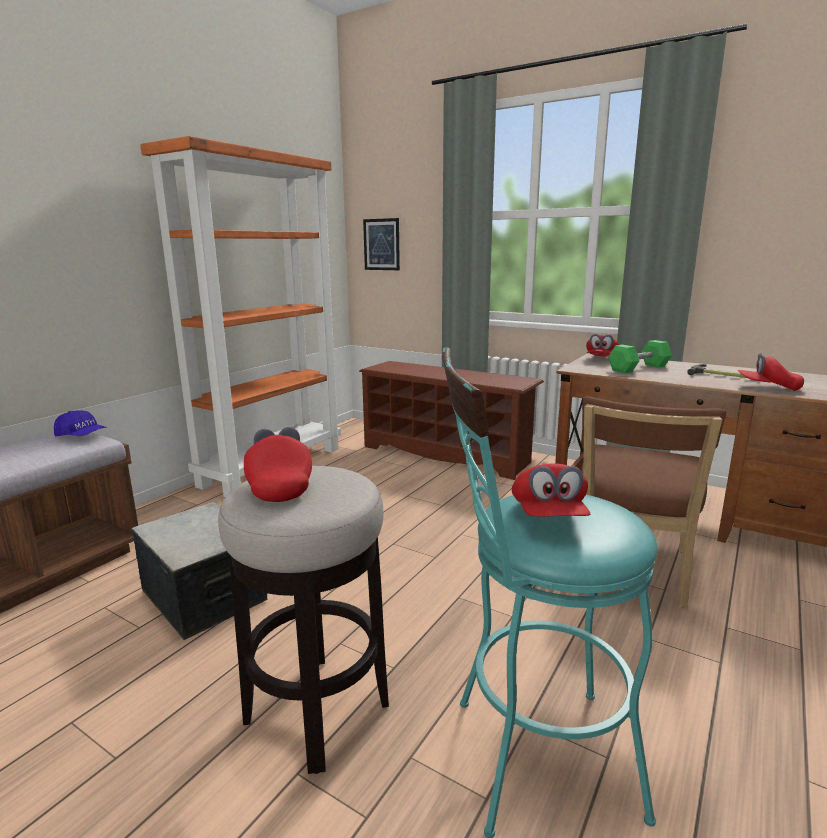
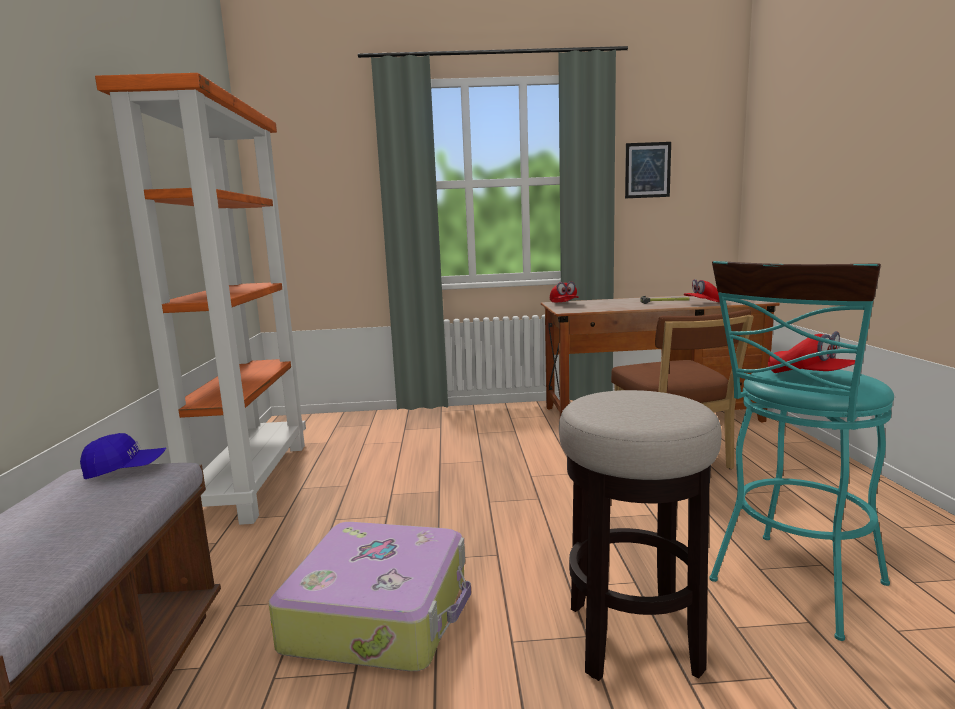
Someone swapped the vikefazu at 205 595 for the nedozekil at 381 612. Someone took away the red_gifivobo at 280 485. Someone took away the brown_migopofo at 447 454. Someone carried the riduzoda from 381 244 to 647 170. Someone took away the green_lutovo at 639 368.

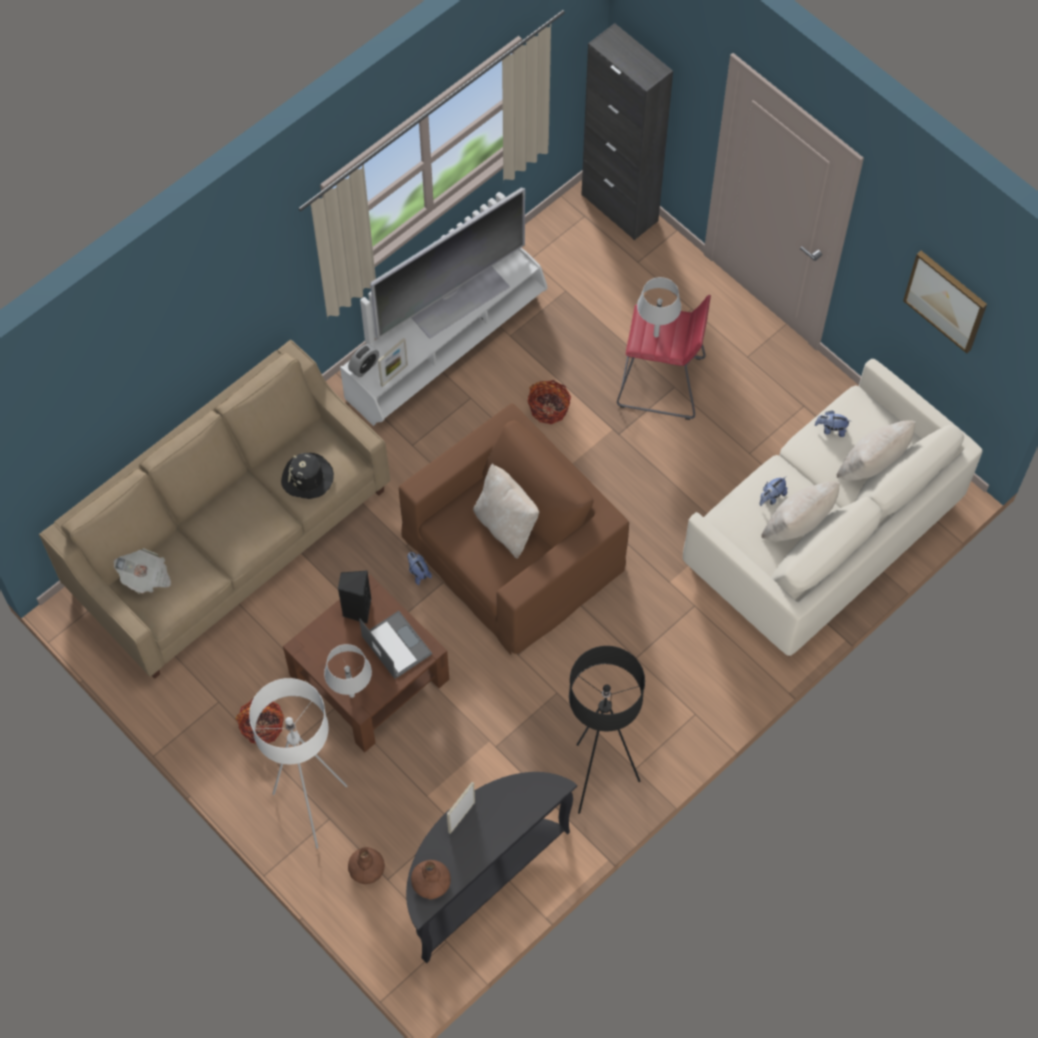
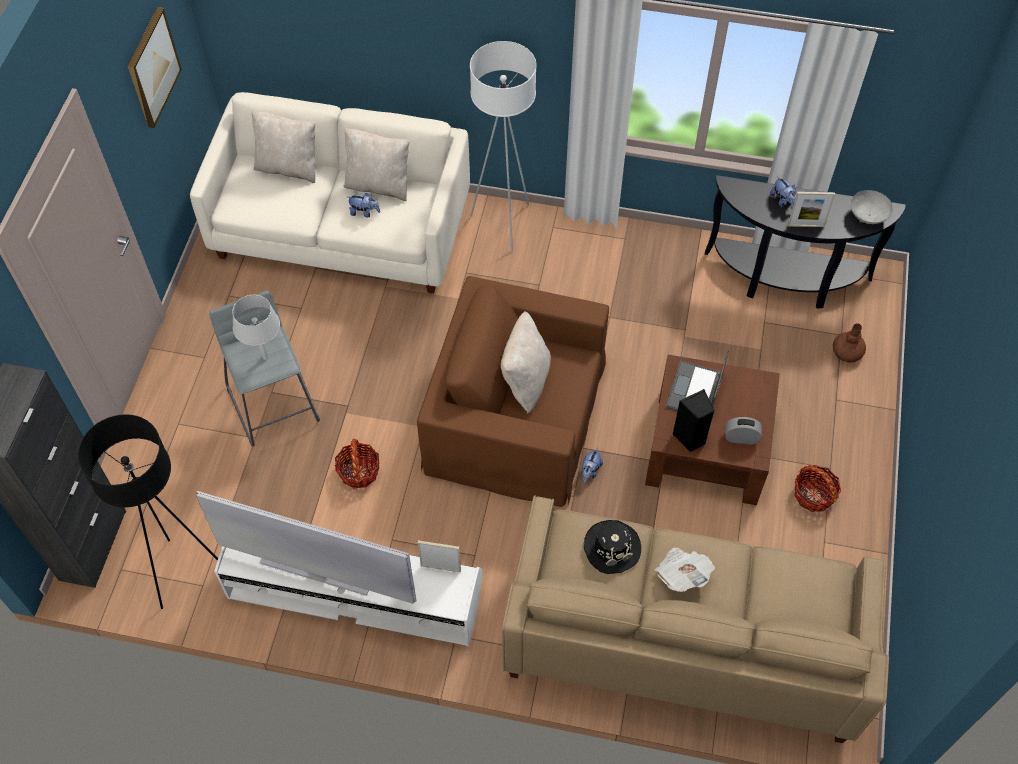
Someone carried the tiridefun from 145 576 to 682 574. Someone carried the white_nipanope from 311 808 to 504 224. Someone took away the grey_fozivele at 352 694. Someone carried the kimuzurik from 364 367 to 741 438. Someone swapped the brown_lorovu at 431 882 for the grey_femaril at 867 215. Someone carried the black_nipanope from 598 778 to 185 573. Someone repainted the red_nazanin at 661 383, which became the grey_nazanin at 274 403. Someone carried the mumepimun from 831 429 to 782 201.

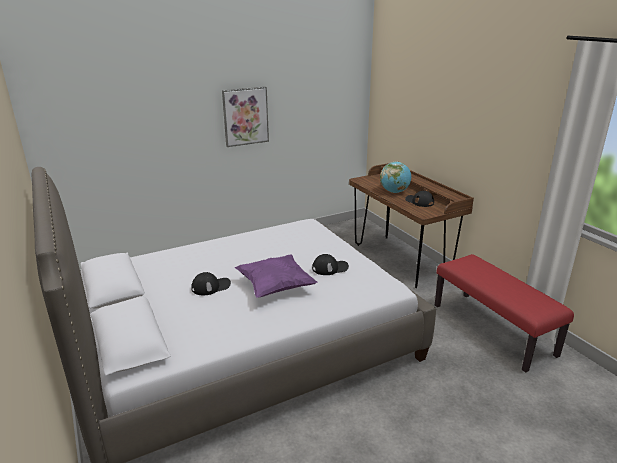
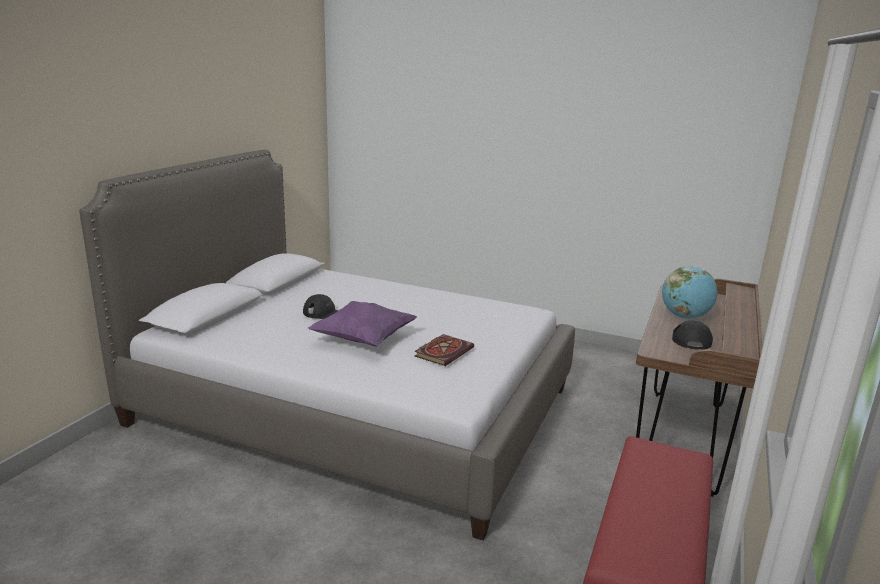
Someone took away the riduzoda at 245 116. Someone swapped the black_gifivobo at 330 268 for the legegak at 444 351.

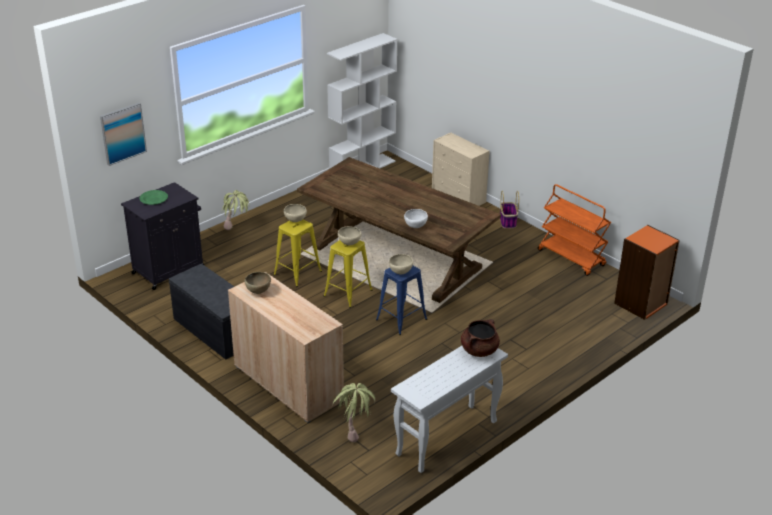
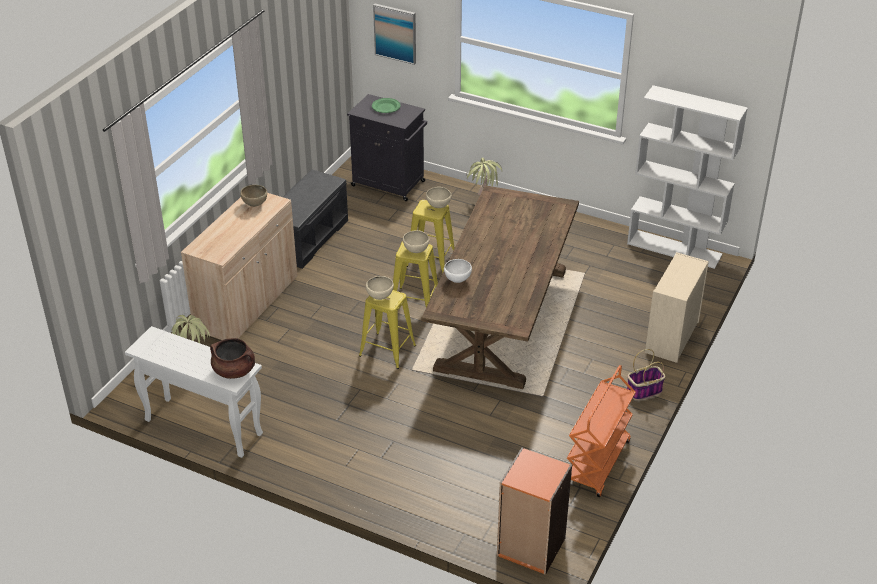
Someone repainted the blue_nazanin at 401 319, which became the yellow_nazanin at 387 350.

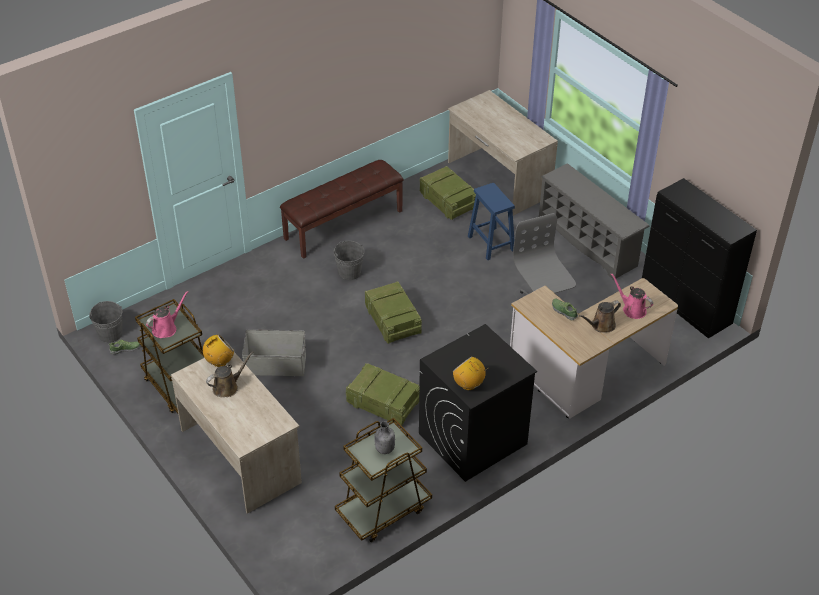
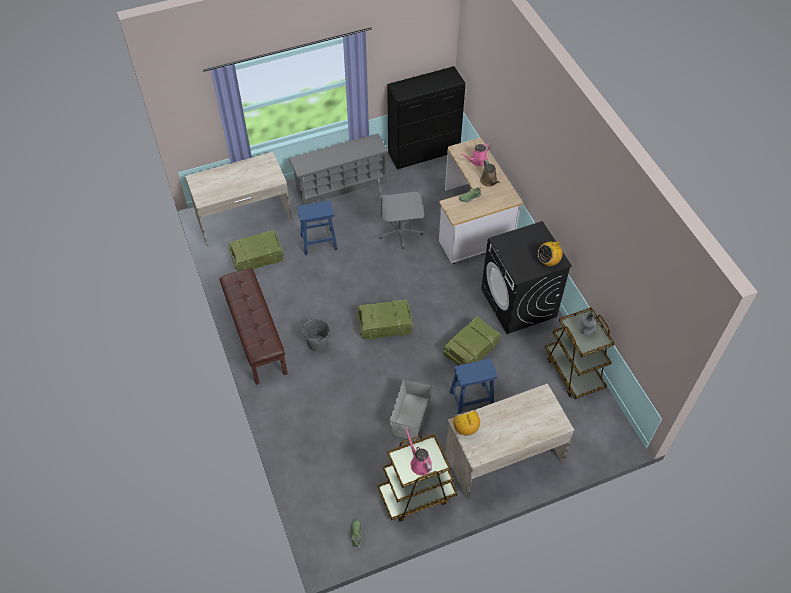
Someone took away the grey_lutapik at 110 334. Someone took away the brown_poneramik at 227 387. Someone put down the blue_nazanin at 472 399.

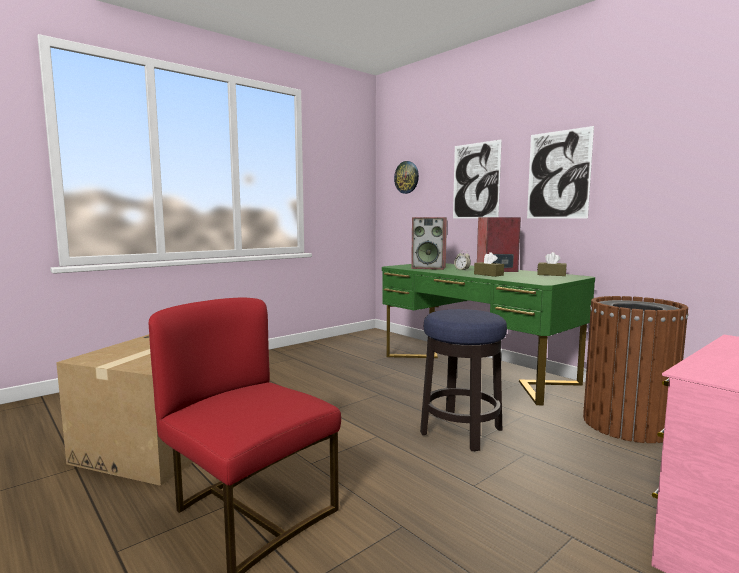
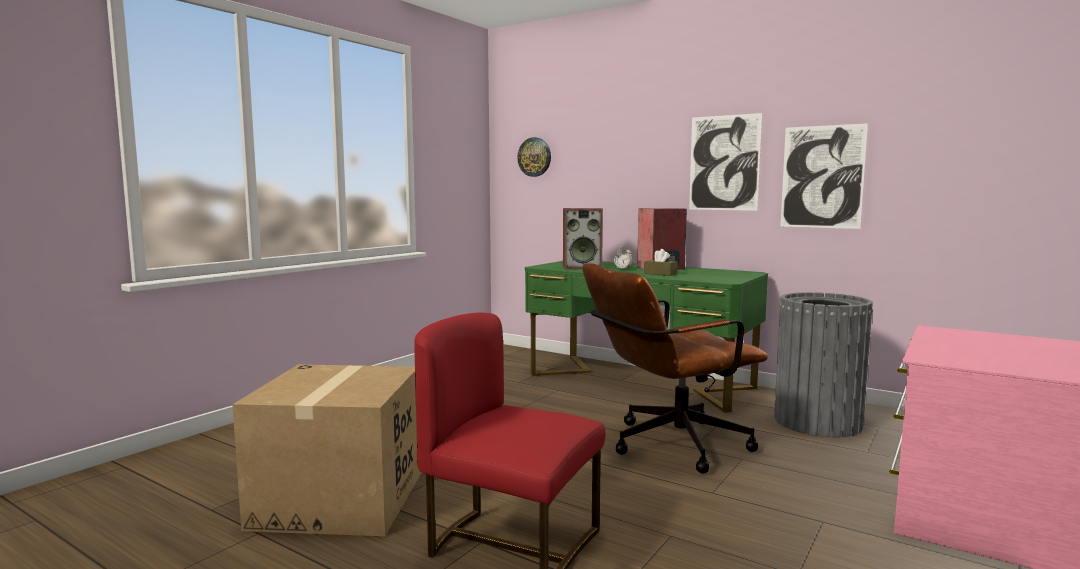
Someone swapped the nazanin at 461 431 for the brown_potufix at 667 445. Someone carried the riduzoda from 476 181 to 822 177. Someone took away the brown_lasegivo at 551 274. Someone repainted the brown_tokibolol at 627 424, which became the grey_tokibolol at 817 422.

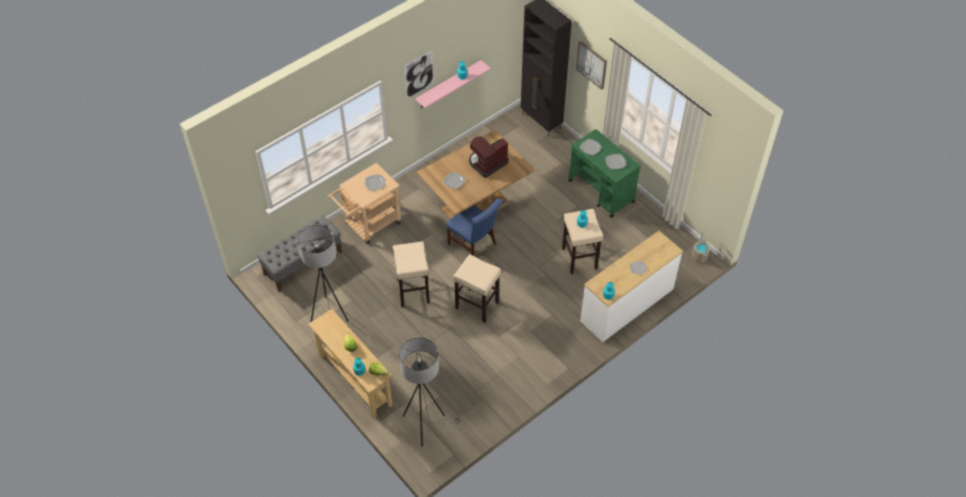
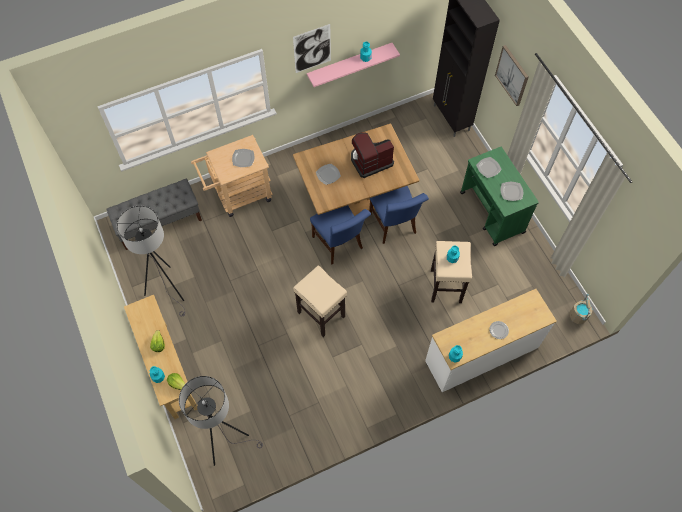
Someone took away the beige_nazanin at 413 290. Someone put down the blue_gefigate at 394 226.

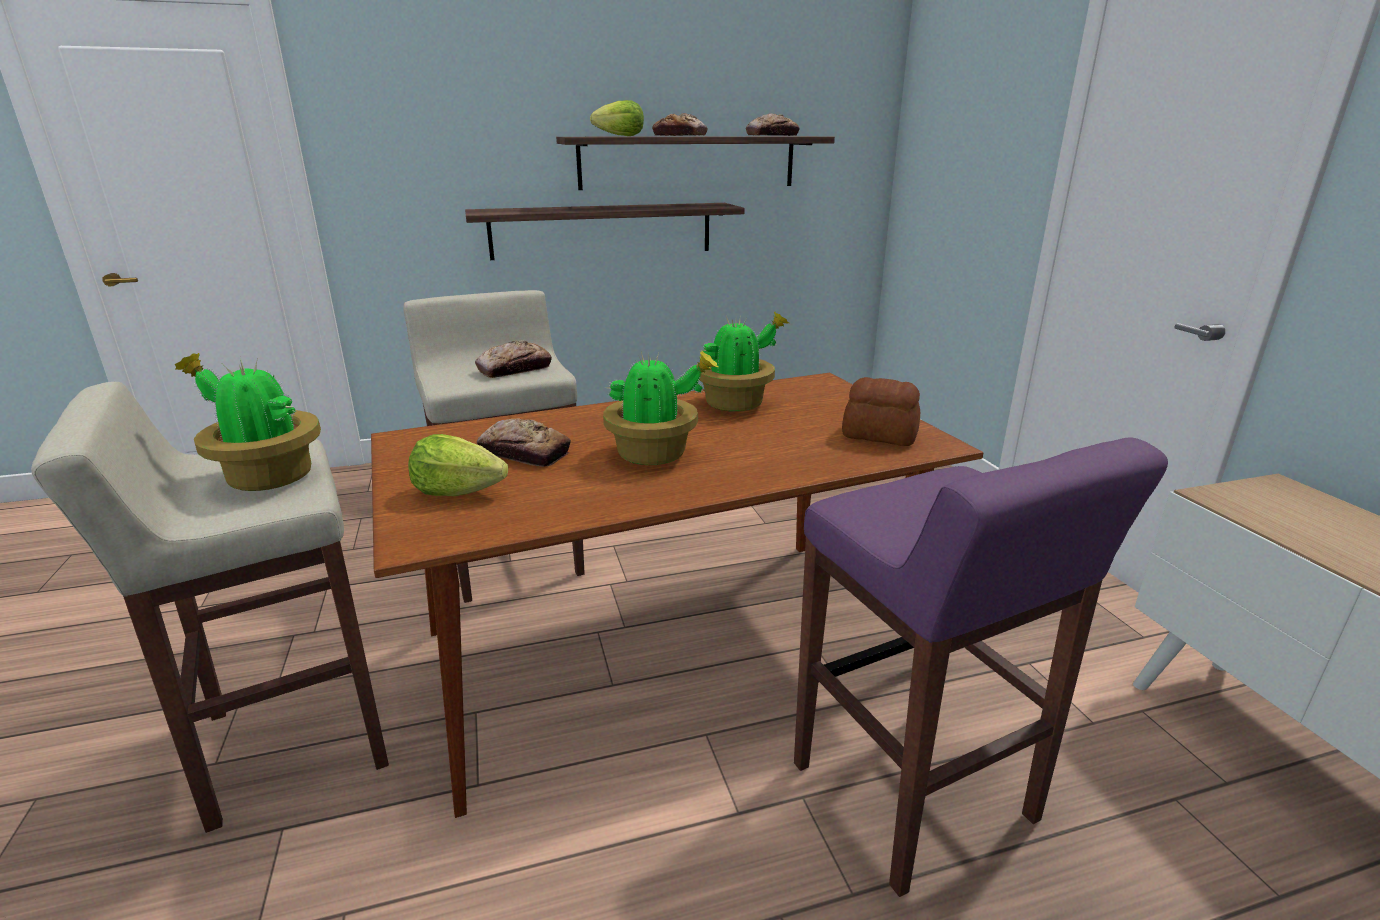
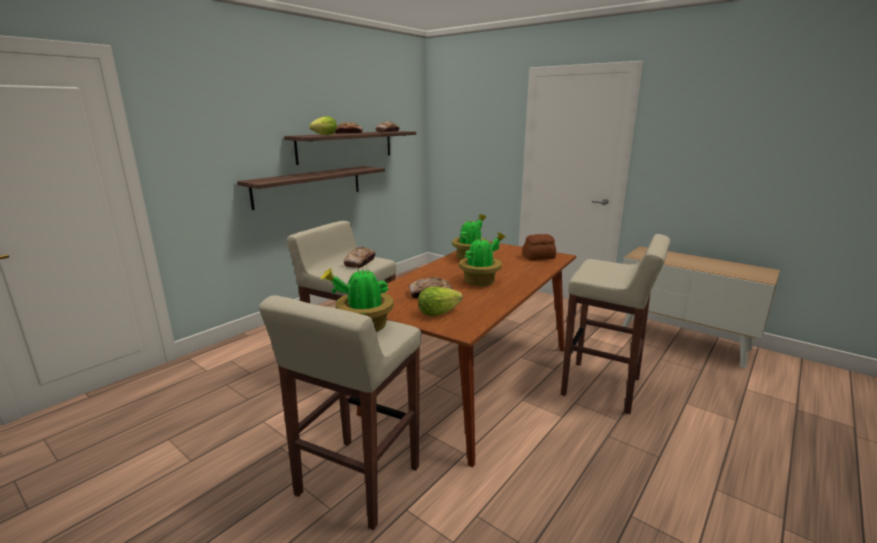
Someone repainted the purple_nazanin at 914 795, which became the beige_nazanin at 602 387.

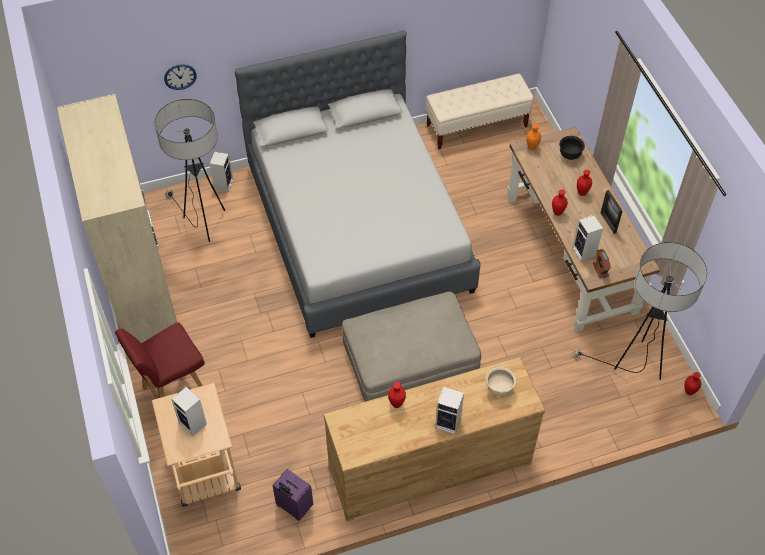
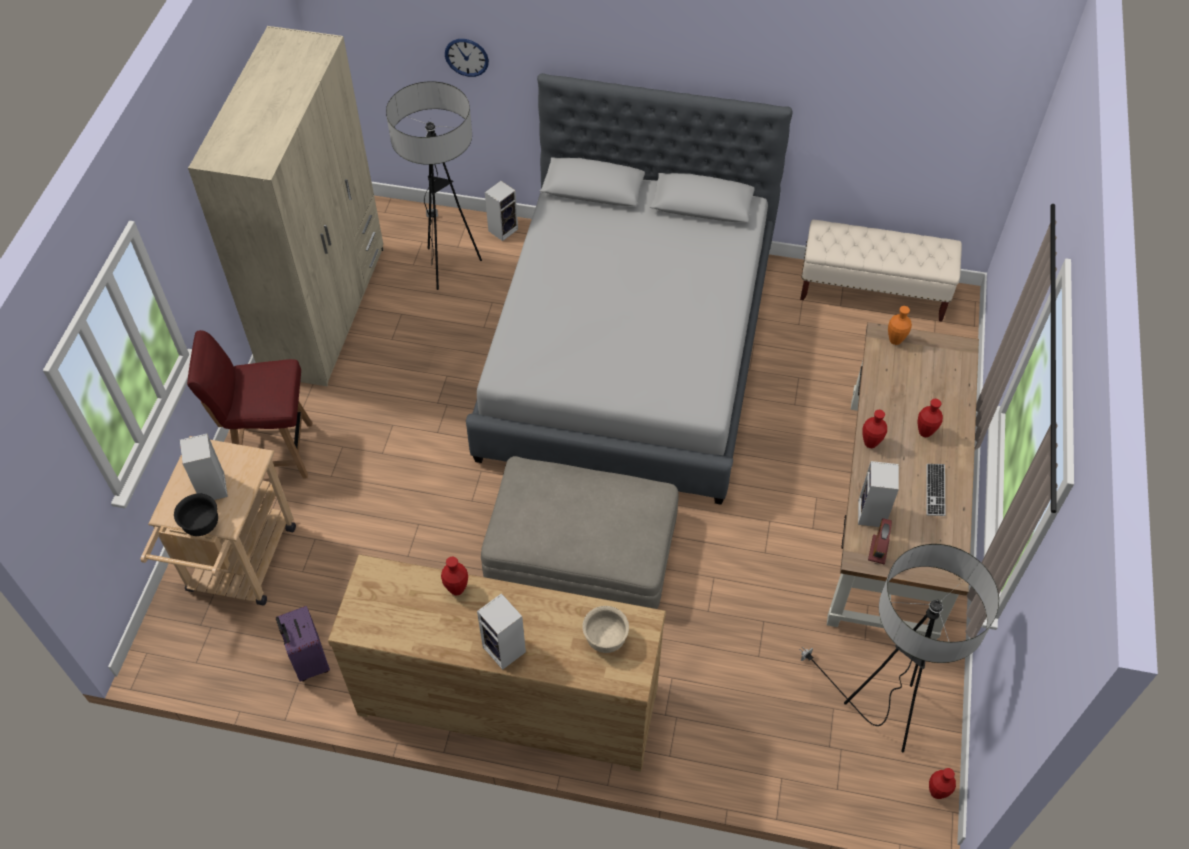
Someone carried the black_femaril from 569 155 to 202 525. Someone swapped the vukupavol at 608 223 for the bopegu at 935 490.

